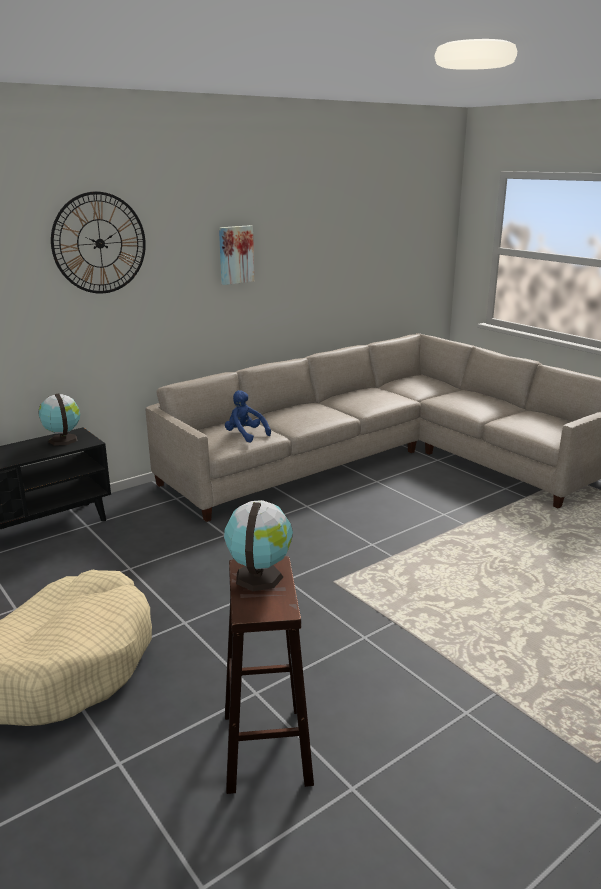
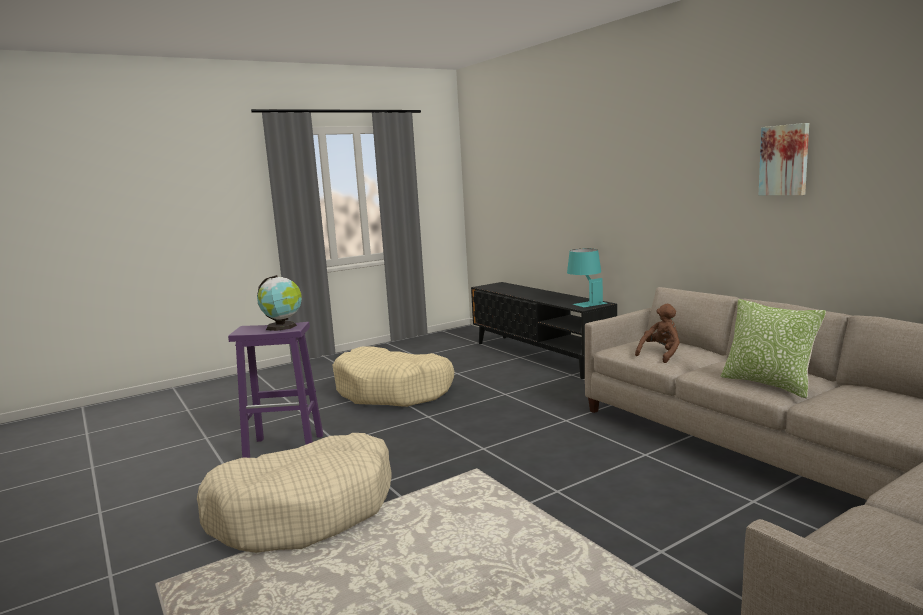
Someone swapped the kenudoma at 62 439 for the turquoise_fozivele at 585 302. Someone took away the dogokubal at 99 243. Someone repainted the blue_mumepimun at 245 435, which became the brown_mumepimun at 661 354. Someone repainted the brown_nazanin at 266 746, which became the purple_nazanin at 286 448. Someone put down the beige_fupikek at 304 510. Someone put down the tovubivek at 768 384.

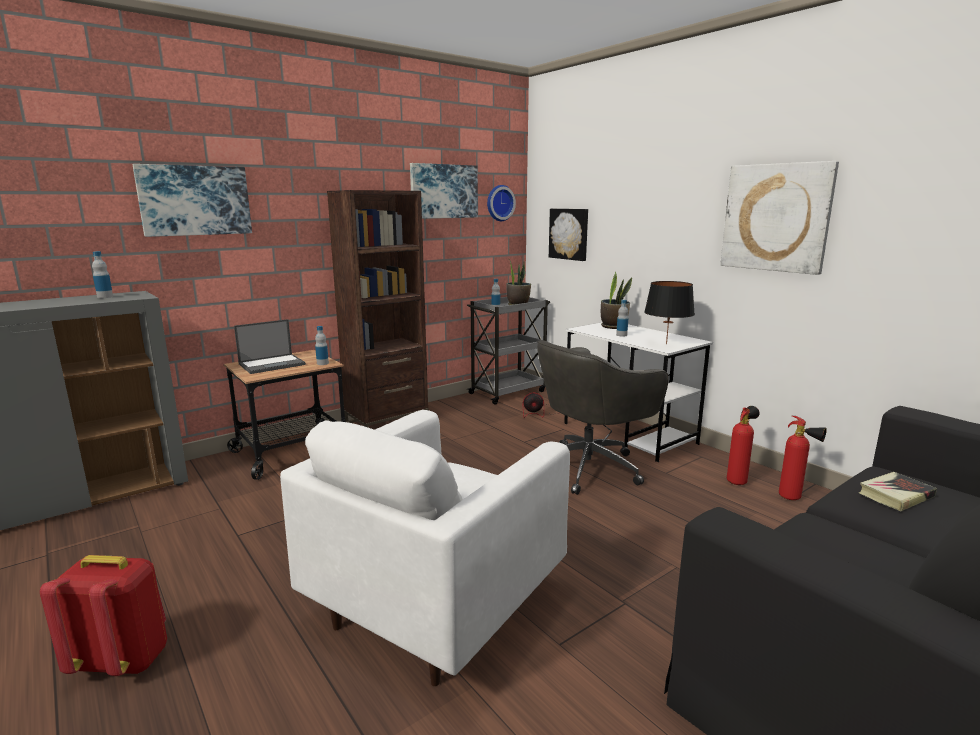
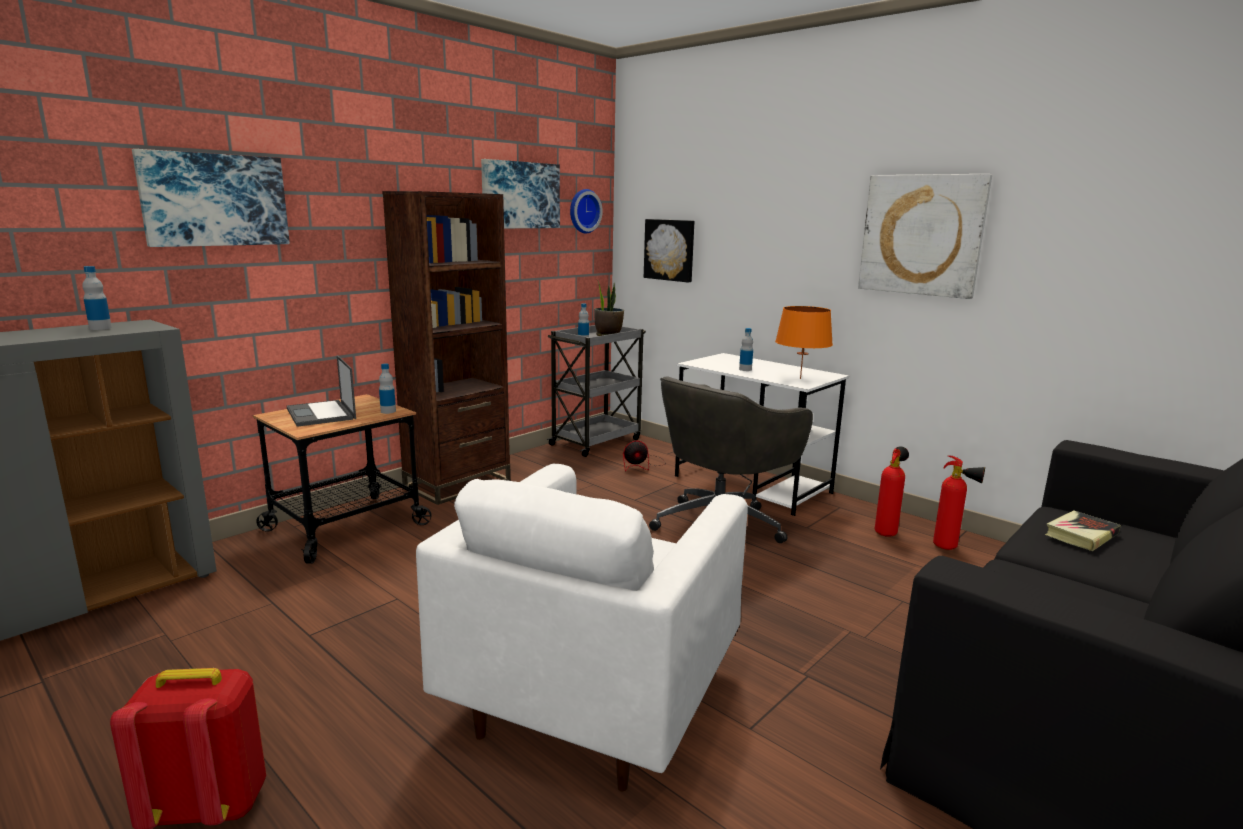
Someone rotated the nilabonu at 272 364 by 105 degrees clockwise. Someone took away the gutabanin at 613 327. Someone repainted the black_fozivele at 666 344, which became the orange_fozivele at 800 378.

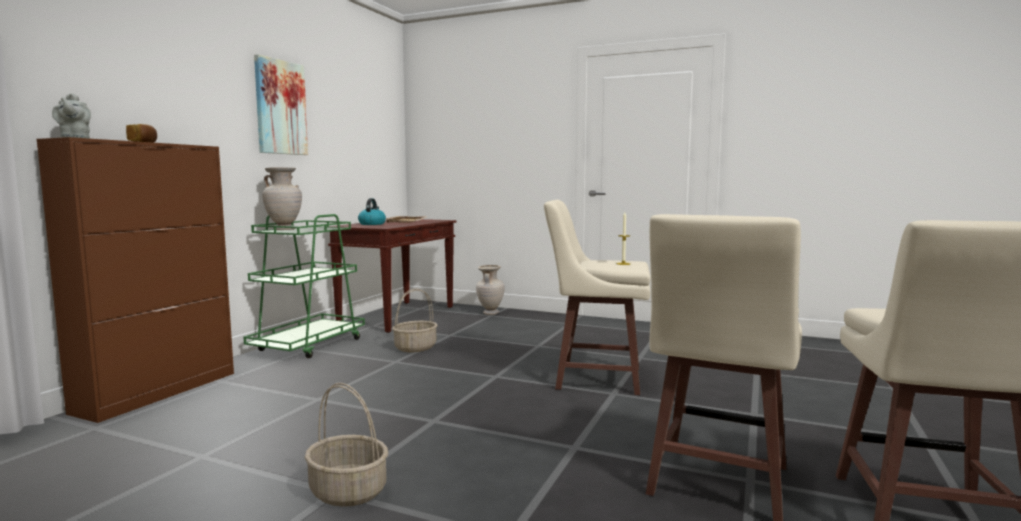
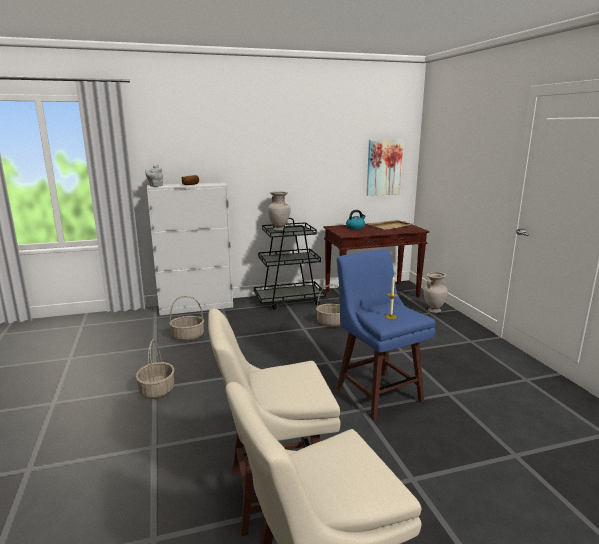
Someone repainted the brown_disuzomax at 159 392, which became the white_disuzomax at 196 307. Someone repainted the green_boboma at 309 345, which became the black_boboma at 289 301. Someone carried the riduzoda from 280 107 to 383 167. Someone repainted the beige_nazanin at 595 378, which became the blue_nazanin at 378 393. Someone put down the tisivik at 188 336.

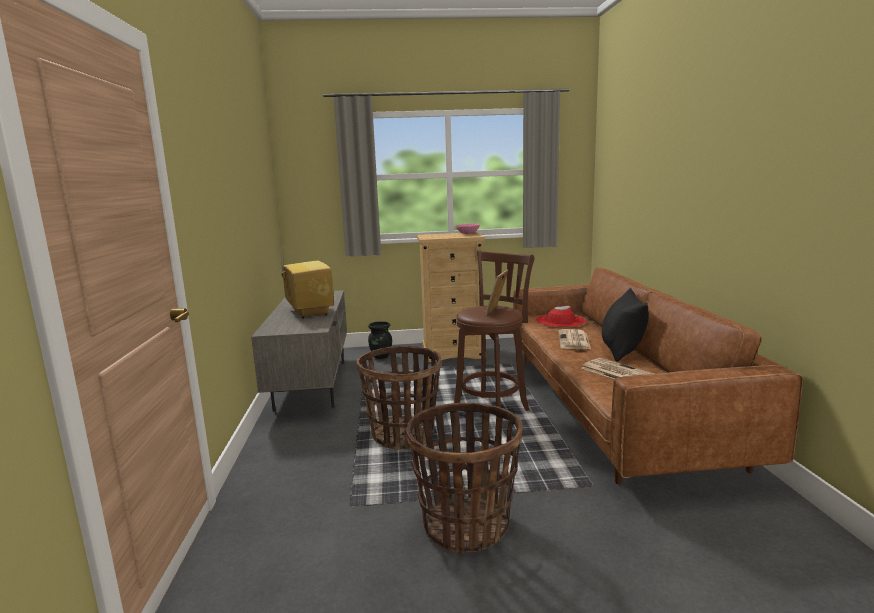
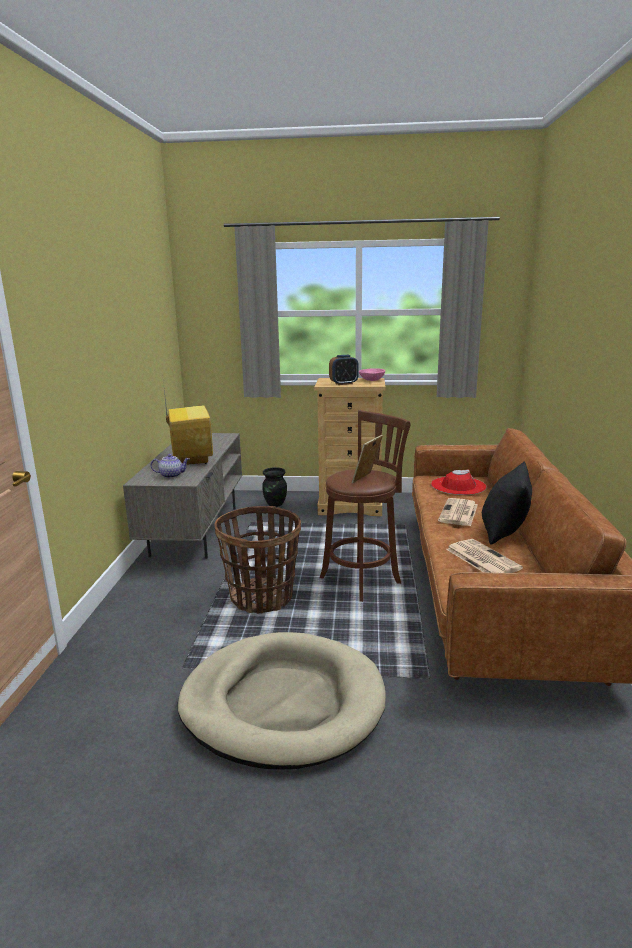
Someone swapped the tisivik at 466 526 for the beige_fupikek at 282 703. Someone put down the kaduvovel at 171 475. Someone put down the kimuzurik at 343 383.

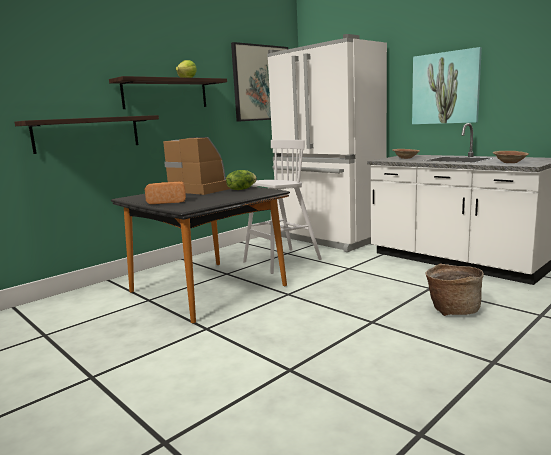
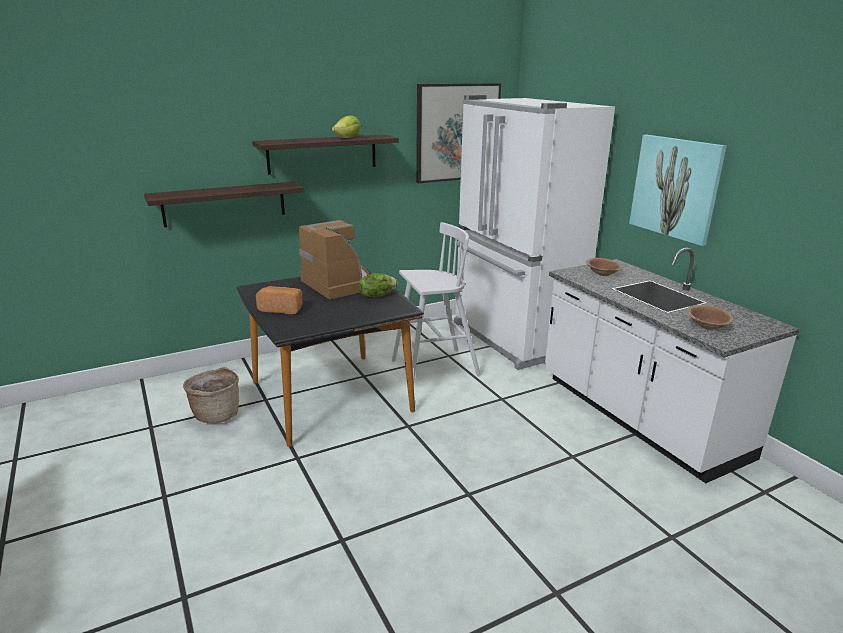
Someone carried the tisivik from 452 310 to 216 414.

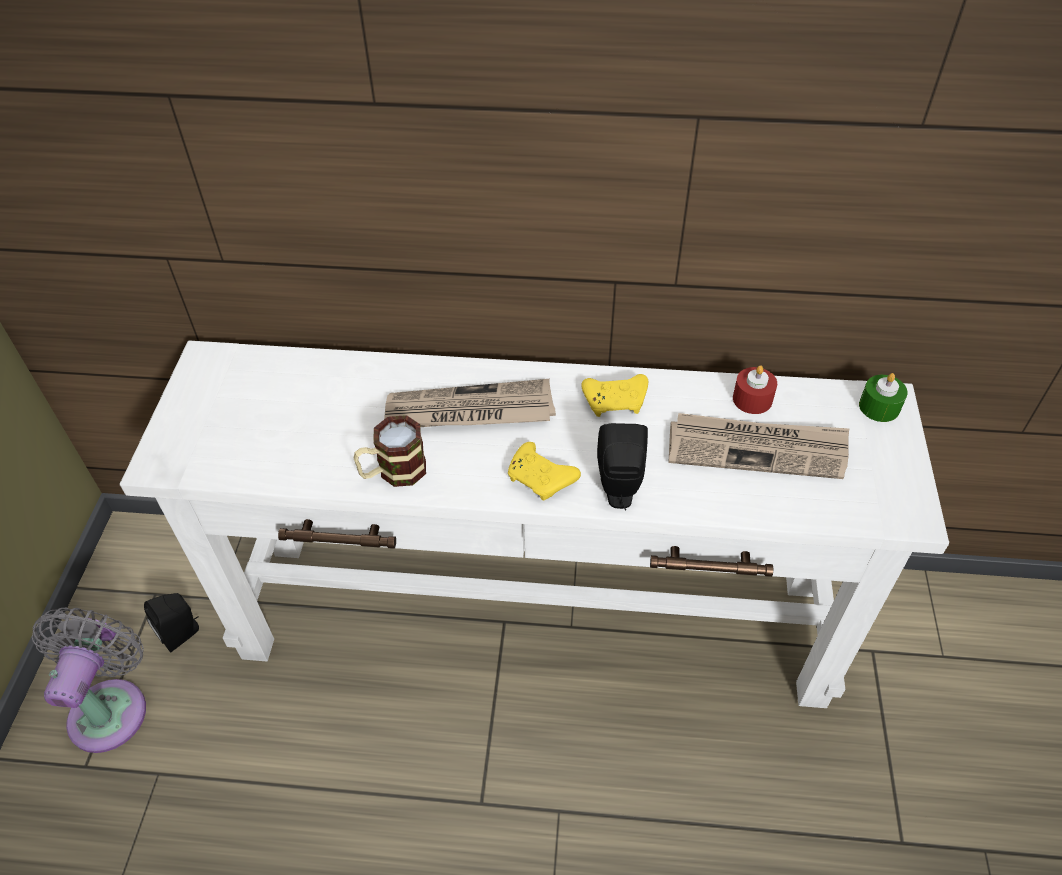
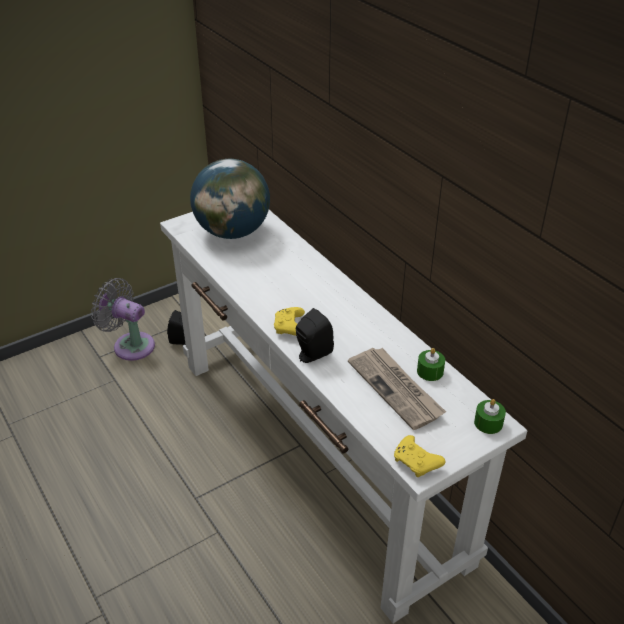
Someone rotated the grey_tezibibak at 111 707 by 120 degrees counterclockwise. Someone took away the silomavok at 393 472. Someone took away the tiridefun at 469 411. Someone carried the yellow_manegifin from 616 402 to 417 462. Someone repainted the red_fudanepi at 752 399, which became the green_fudanepi at 430 371. Someone put down the kenudoma at 232 231.

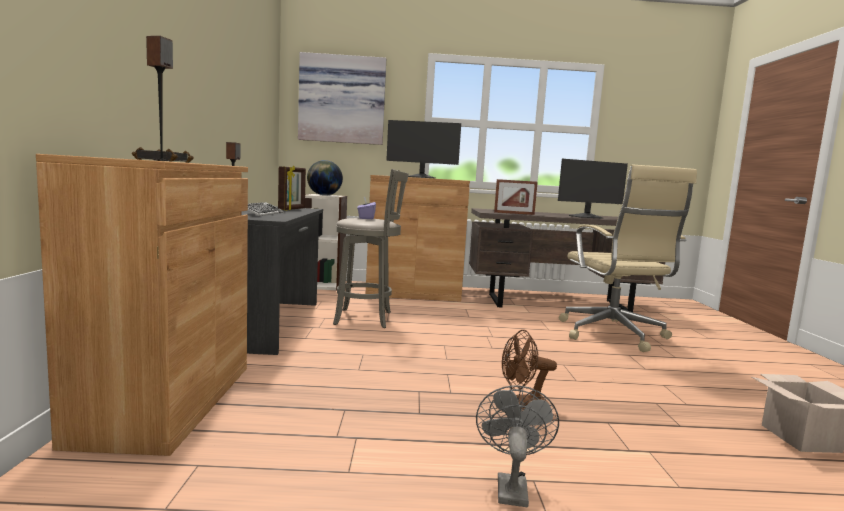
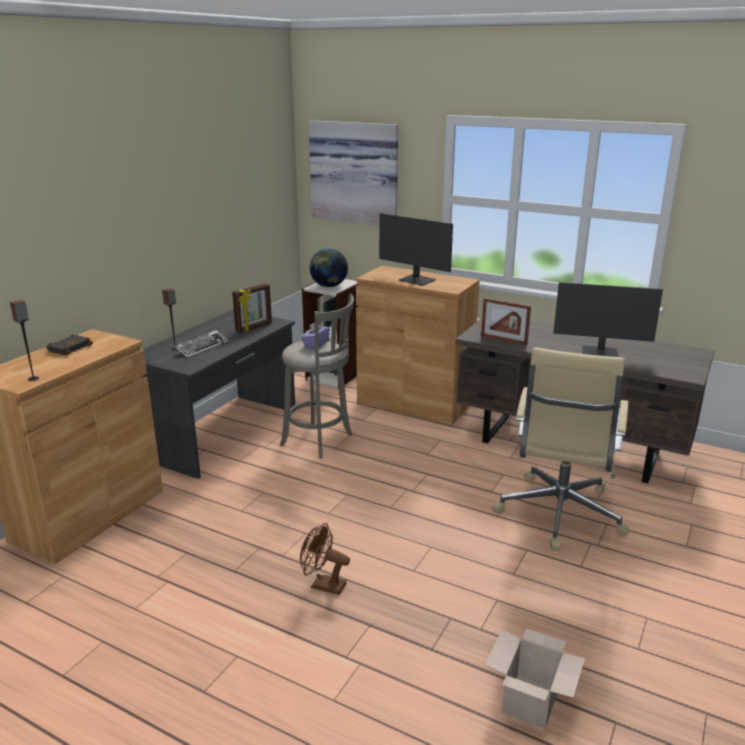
Someone took away the grey_tezibibak at 510 486.

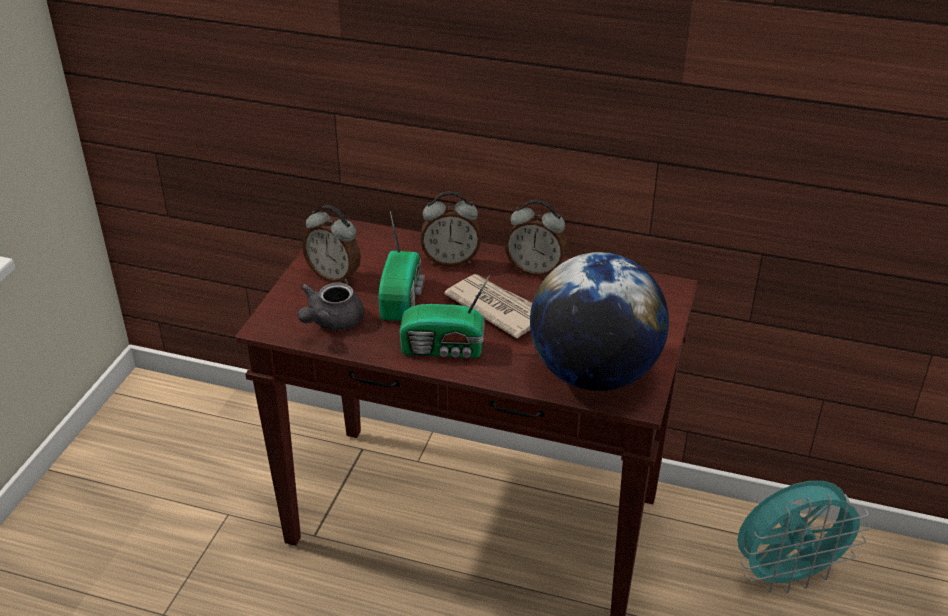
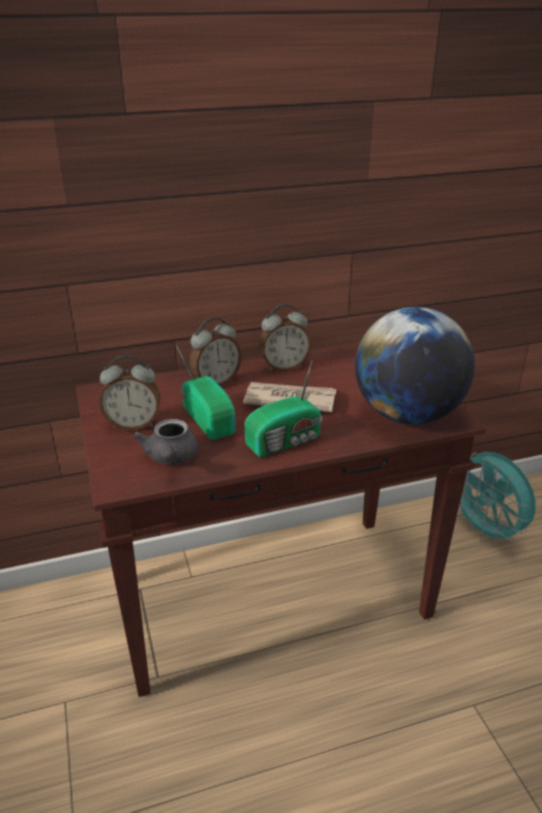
Someone rotated the turquoise_tezibibak at 787 575 by 105 degrees clockwise.

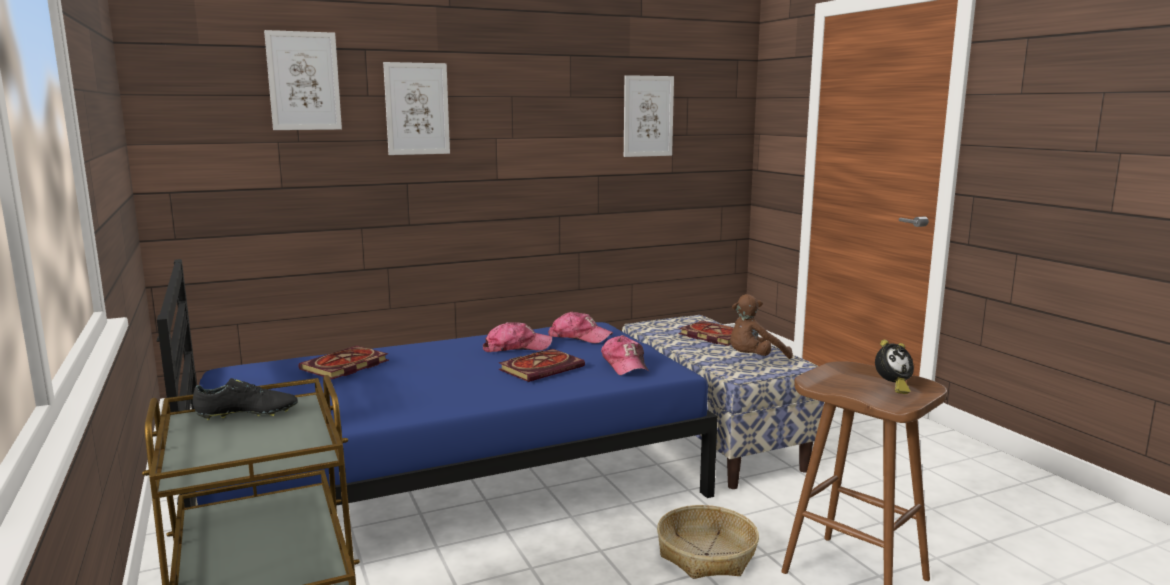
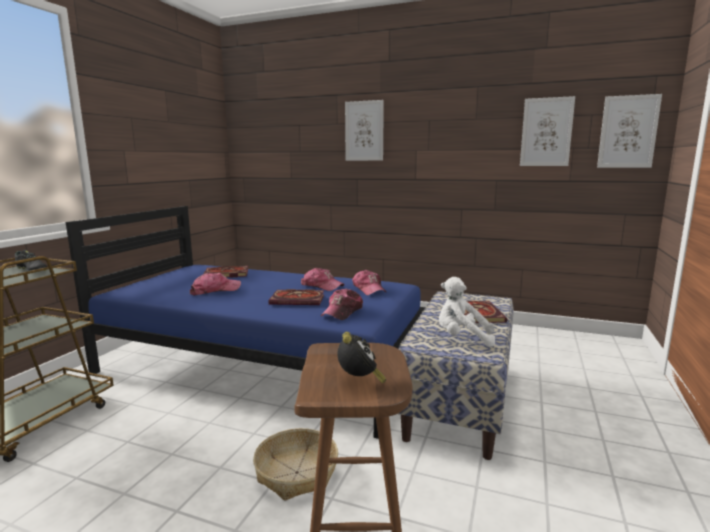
Someone carried the riduzoda from 304 81 to 628 132. Someone repainted the brown_mumepimun at 754 359, which became the white_mumepimun at 462 338. Someone rotated the kimuzurik at 892 387 by 120 degrees counterclockwise. Someone put down the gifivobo at 215 290.

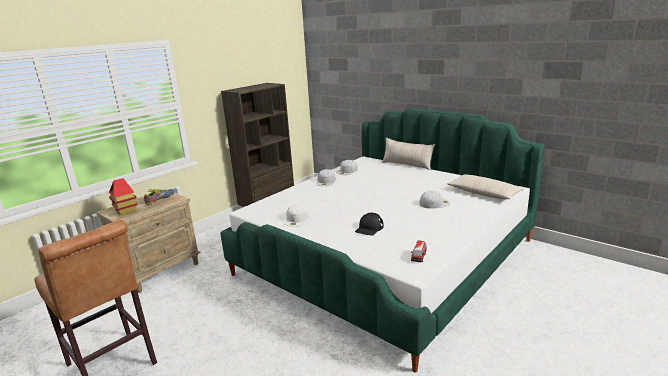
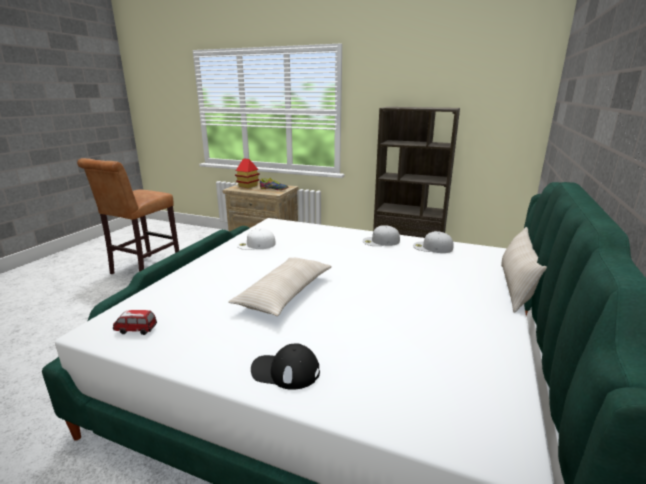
Someone carried the black_gifivobo from 369 228 to 285 371. Someone took away the white_gifivobo at 435 203. Someone carried the beige_tovubivek from 483 193 to 285 294.

